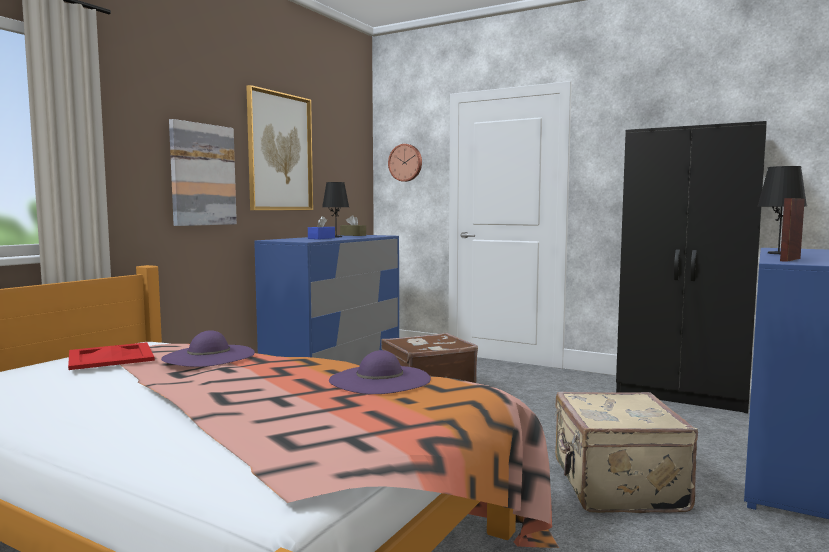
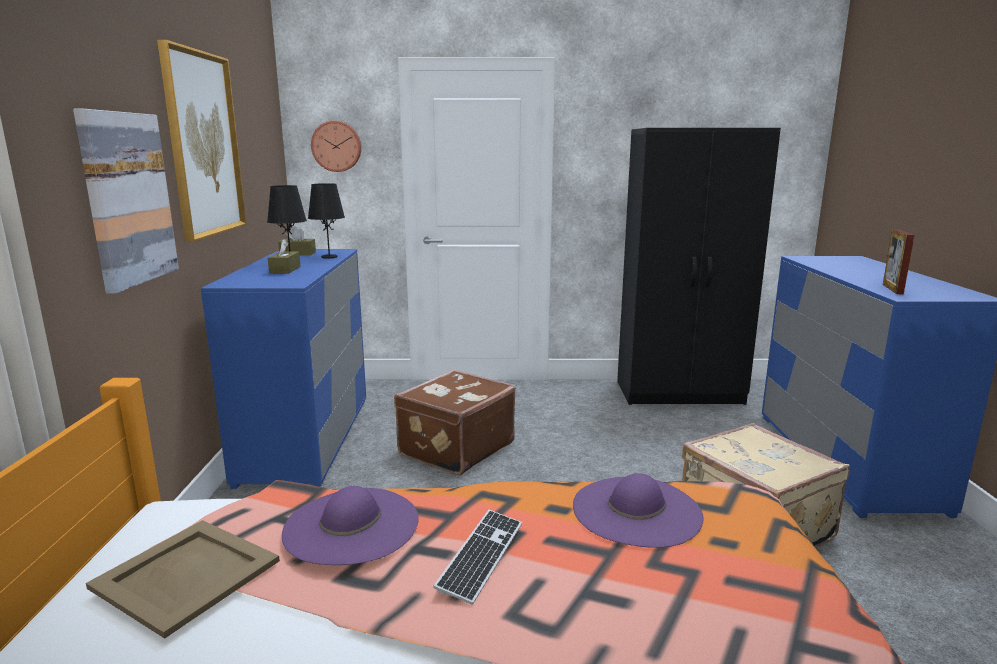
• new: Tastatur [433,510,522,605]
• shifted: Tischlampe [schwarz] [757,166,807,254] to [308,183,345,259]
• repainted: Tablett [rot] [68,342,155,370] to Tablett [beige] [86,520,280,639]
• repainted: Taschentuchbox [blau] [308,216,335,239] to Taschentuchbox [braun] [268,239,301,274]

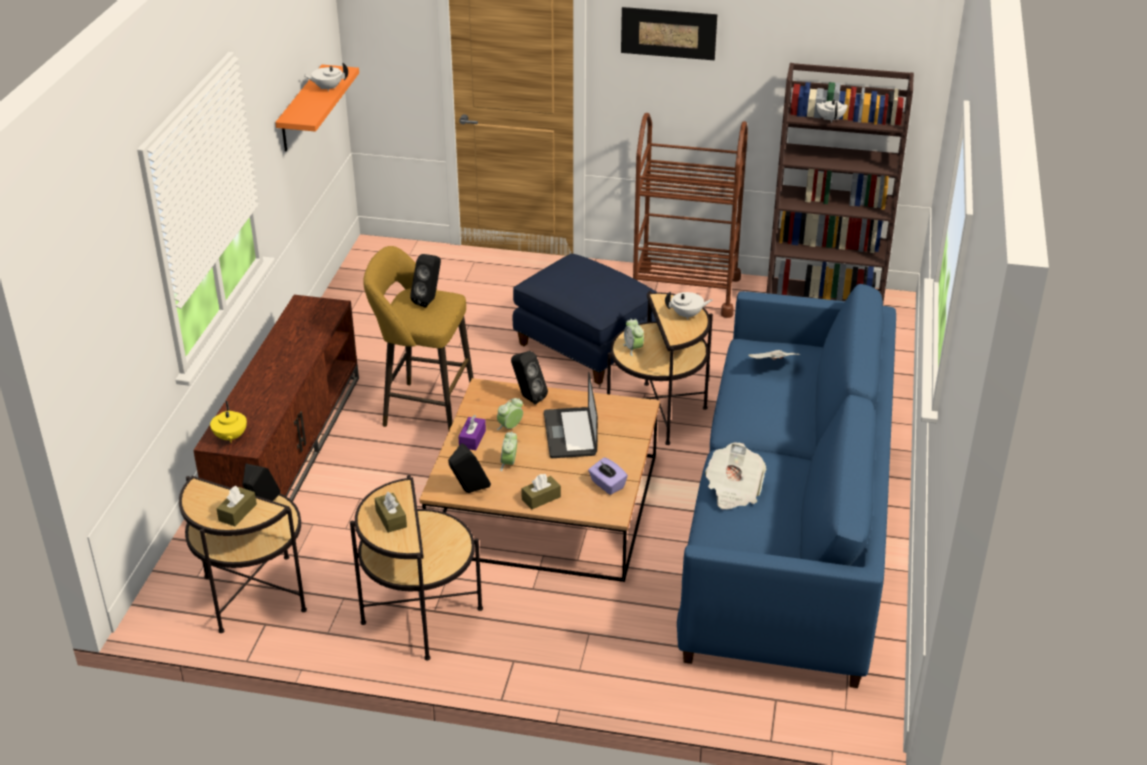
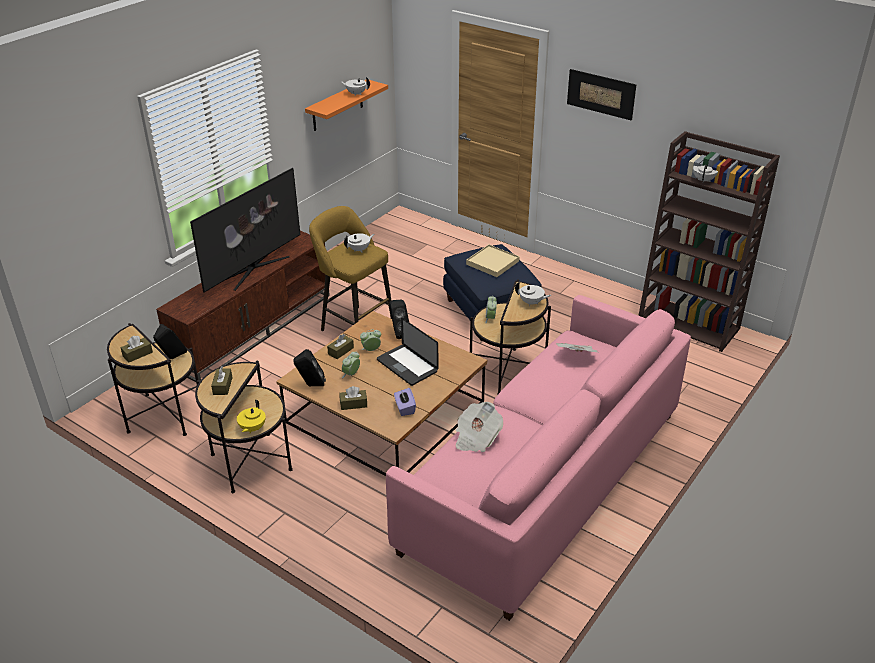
• gone: Rollwagen [braun] [633,113,748,318]
• new: Fernseher [190,168,300,292]
• new: Tablett [beige] [466,244,519,277]
• shifted: Teekanne [gelb] [210,401,247,443] to [237,400,266,433]
• swapped: Lautsprecher [schwarz] [410,254,441,308] to Teekanne [weiß] [344,233,374,252]
• repainted: Taschentuchbox [lila] [458,415,486,450] to Taschentuchbox [braun] [327,334,354,359]
• repainted: Sofa [blau] [677,284,896,688] to Sofa [rosa] [386,295,691,621]
• rotated: Laptop [544,371,598,458] = [377,318,438,386] 60 degrees counterclockwise

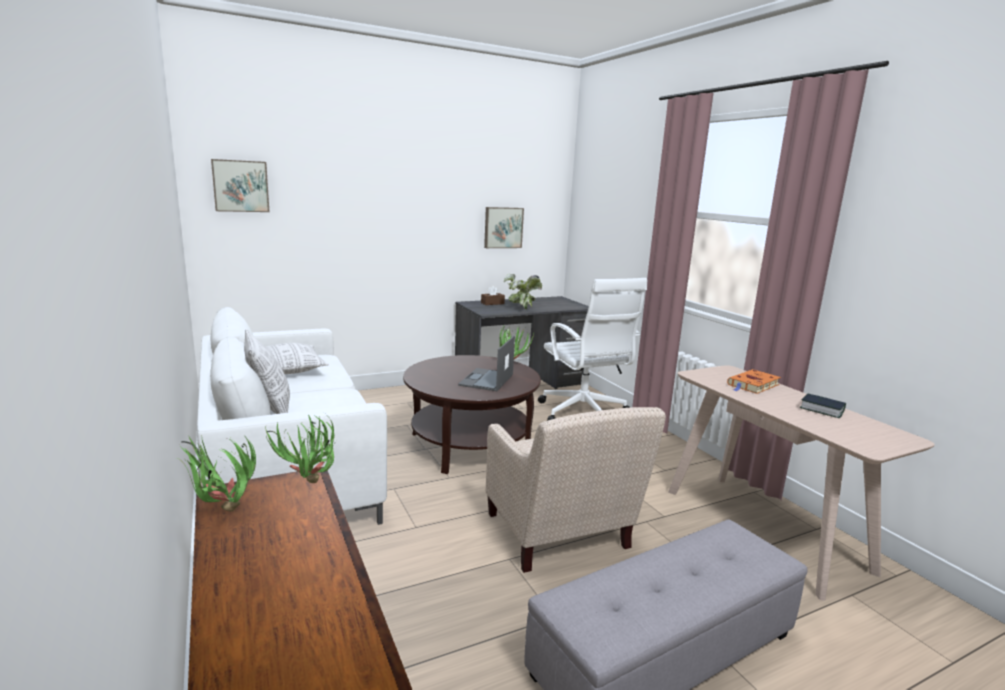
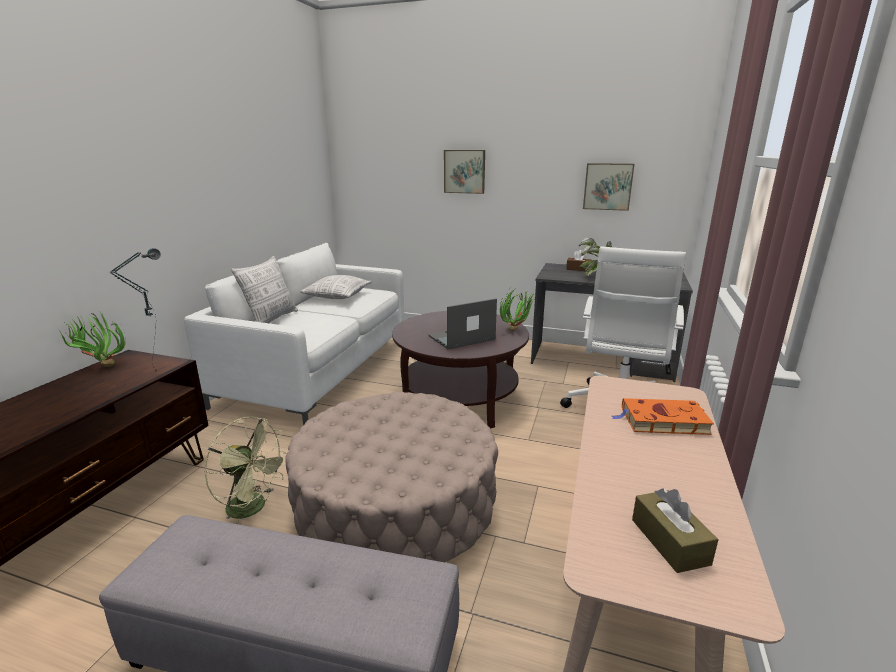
• gone: Buch [800,393,846,418]
• new: Ventilator [grün] [204,417,287,519]
• new: Taschentuchbox [braun] [632,489,718,573]
• shifted: Bild [211,159,269,212] to [444,150,485,194]
• swapped: Topfpflanze [265,412,335,483] to Tischlampe [109,248,161,372]
• swapped: Sessel [beige] [485,407,666,573] to Polsterhocker [beige] [285,392,498,562]

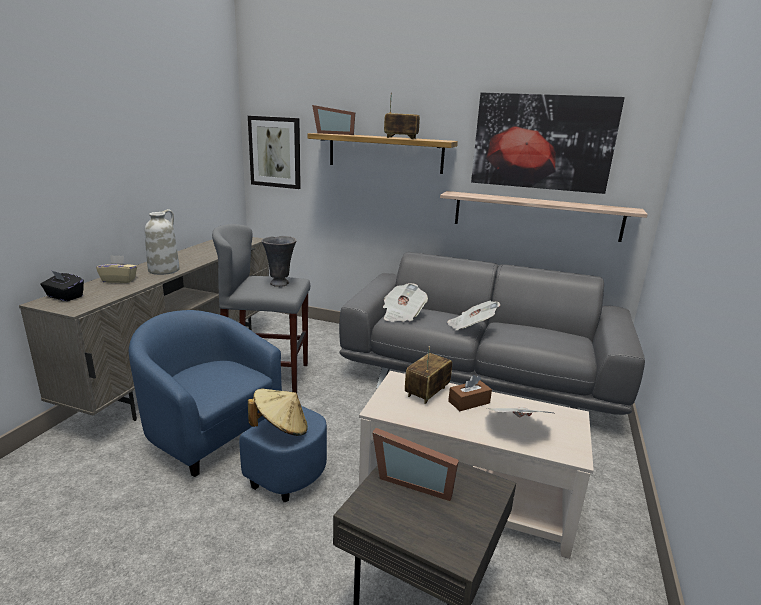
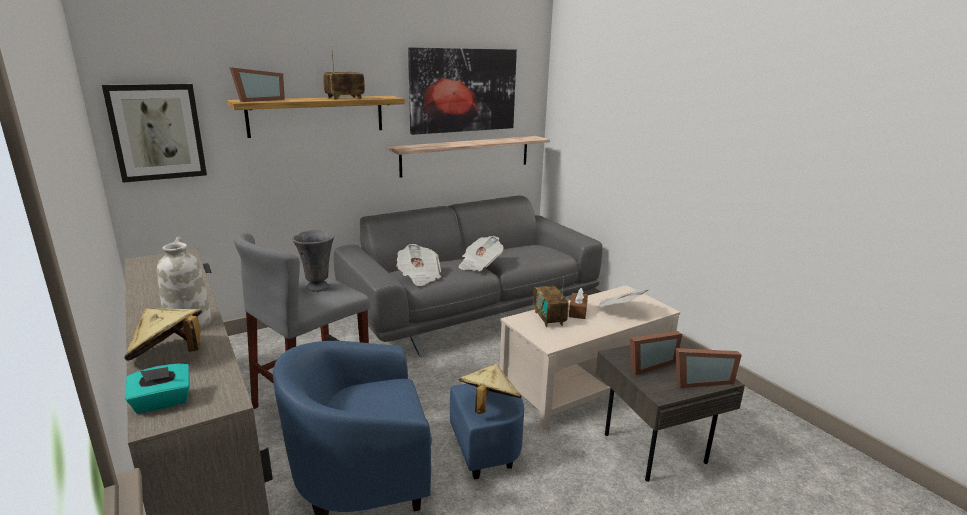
• new: Bilderrahmen [676,348,742,388]
• swapped: Taschentuchbox [beige] [96,255,137,283] to Hut [beige] [124,308,202,361]
• repainted: Taschentuchbox [schwarz] [40,270,84,301] to Taschentuchbox [türkis] [125,364,190,414]

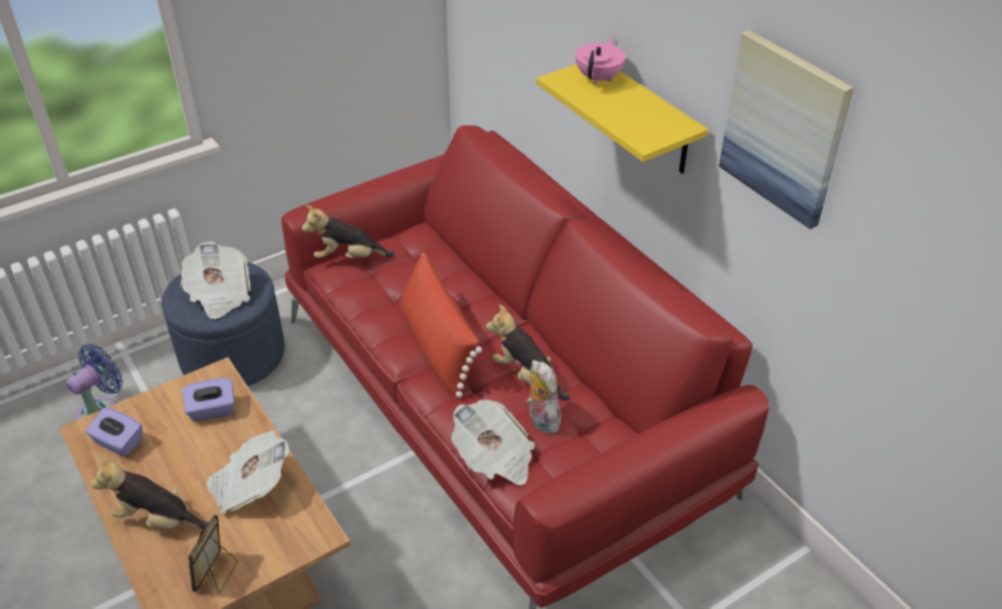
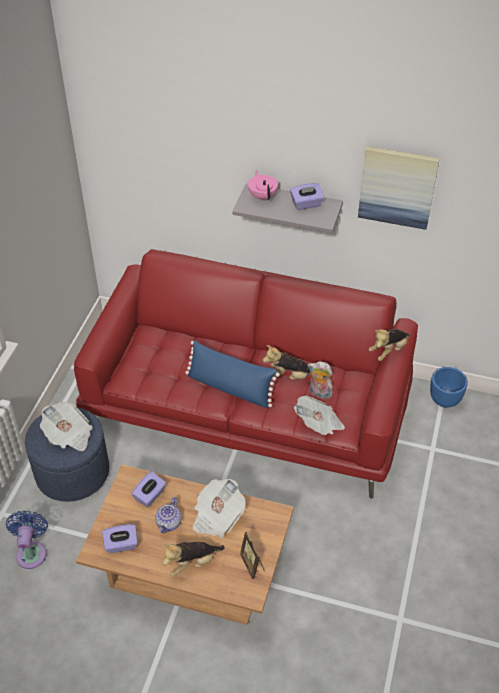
• new: Teekanne [155,497,181,533]
• new: Taschentuchbox [lila] [290,183,324,210]
• new: Pflanzkübel [blau] [430,367,468,408]
• shifted: Plüschtier [302,205,395,258] to [369,329,410,361]
• repainted: Kissen [rot] [401,252,482,398] to Kissen [blau] [185,340,280,408]
• repainted: Wandregal [gelb] [536,64,708,174] to Wandregal [grau] [232,183,343,233]

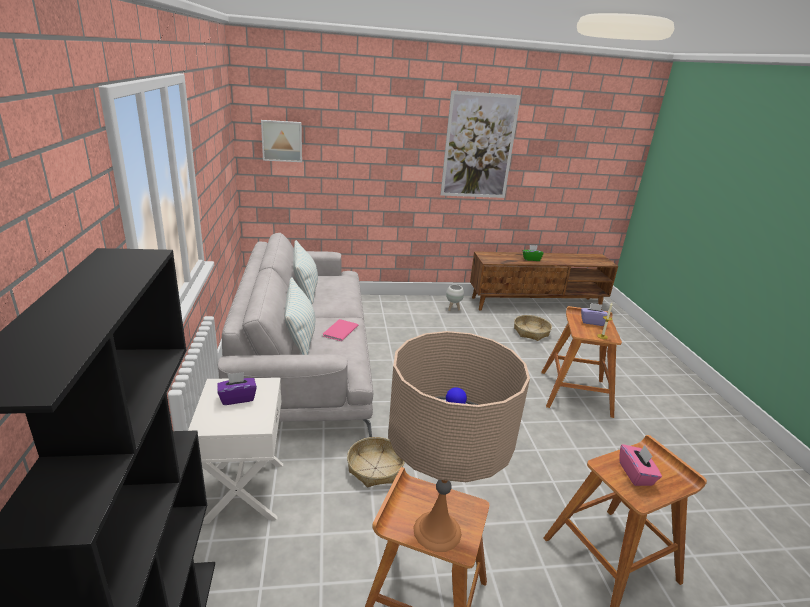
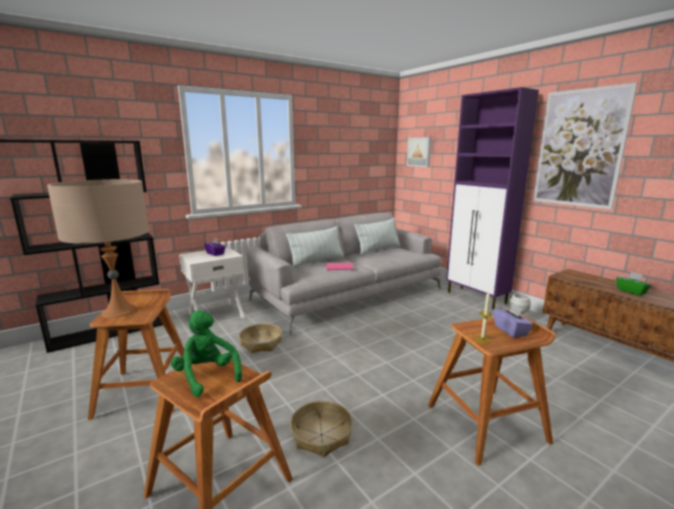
• new: Schrank [lila] [446,87,539,310]
• shifted: Korb [514,315,552,341] to [290,401,353,457]
• swapped: Taschentuchbox [rosa] [620,444,662,486] to Plüschtier [grün] [171,310,242,397]

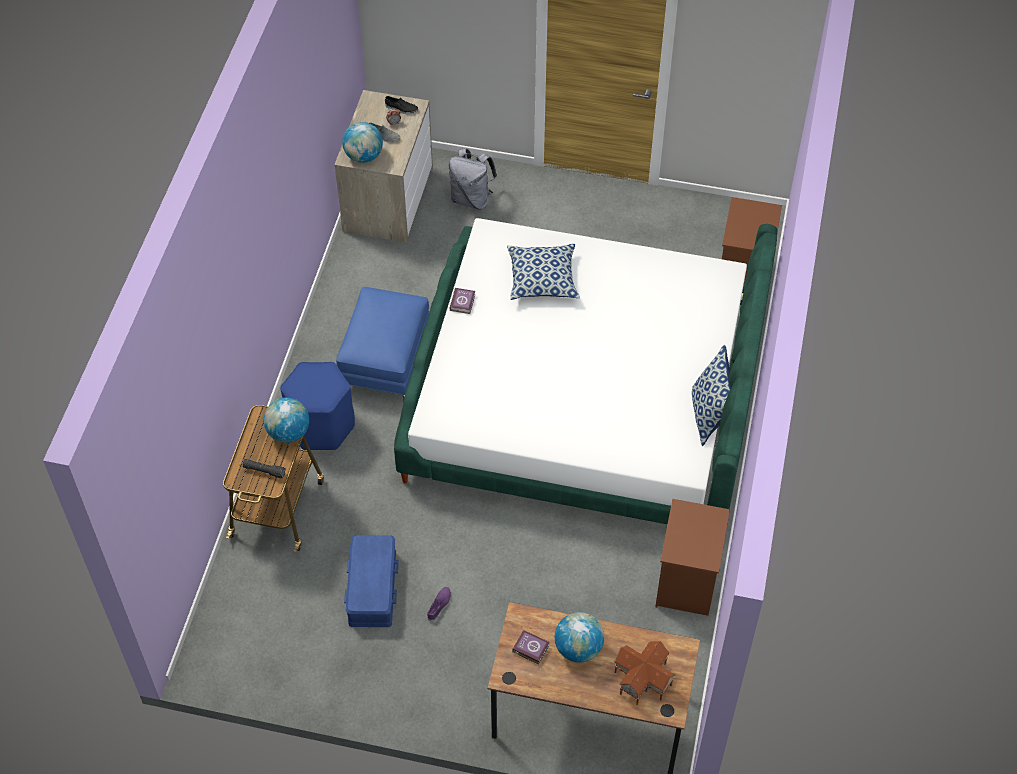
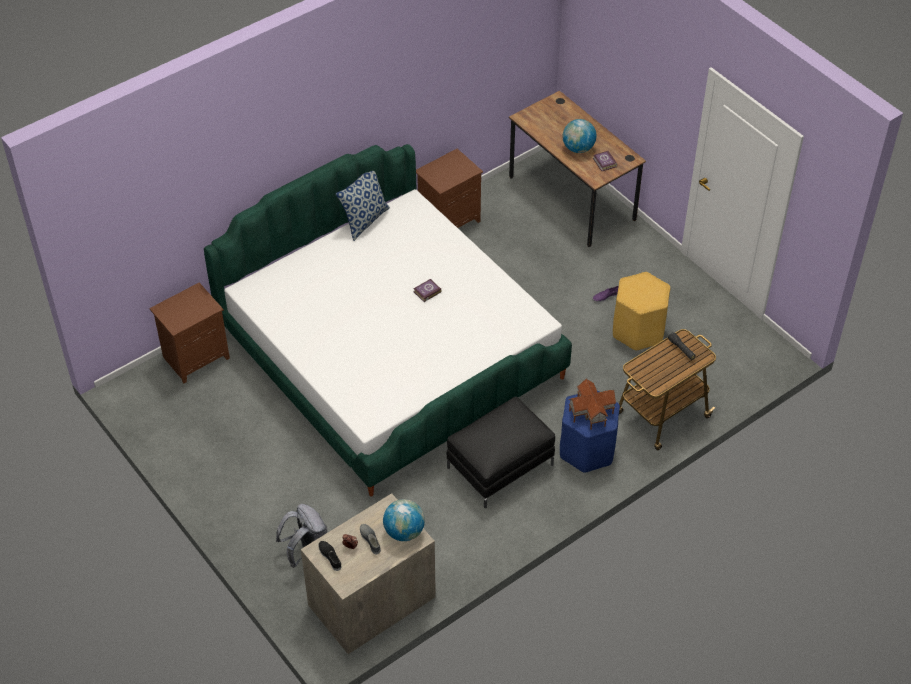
• gone: Globus [264,397,309,443]
• gone: Kissen [507,244,580,300]
• shifted: Buch [449,287,475,314] to [414,279,442,302]
• shifted: Spielzeughaus [614,641,676,705] to [569,379,616,430]
• swapped: Aufbewahrungsbox [blau] [344,535,399,627] to Hocker [gelb] [613,272,670,351]
• repainted: Polsterhocker [blau] [336,287,429,403] to Polsterhocker [schwarz] [446,397,555,508]

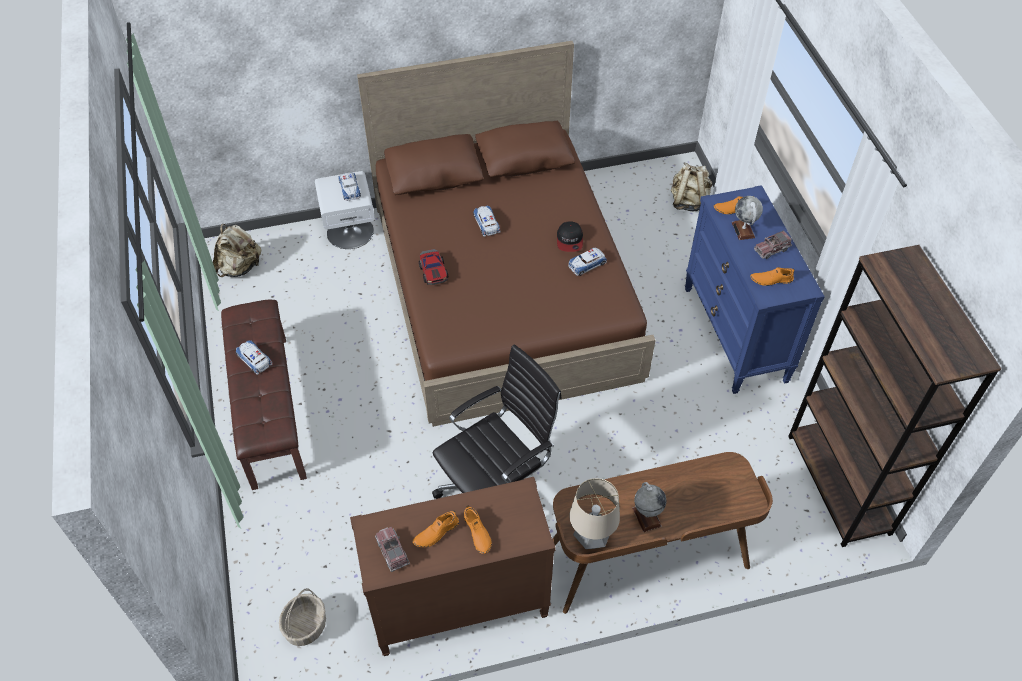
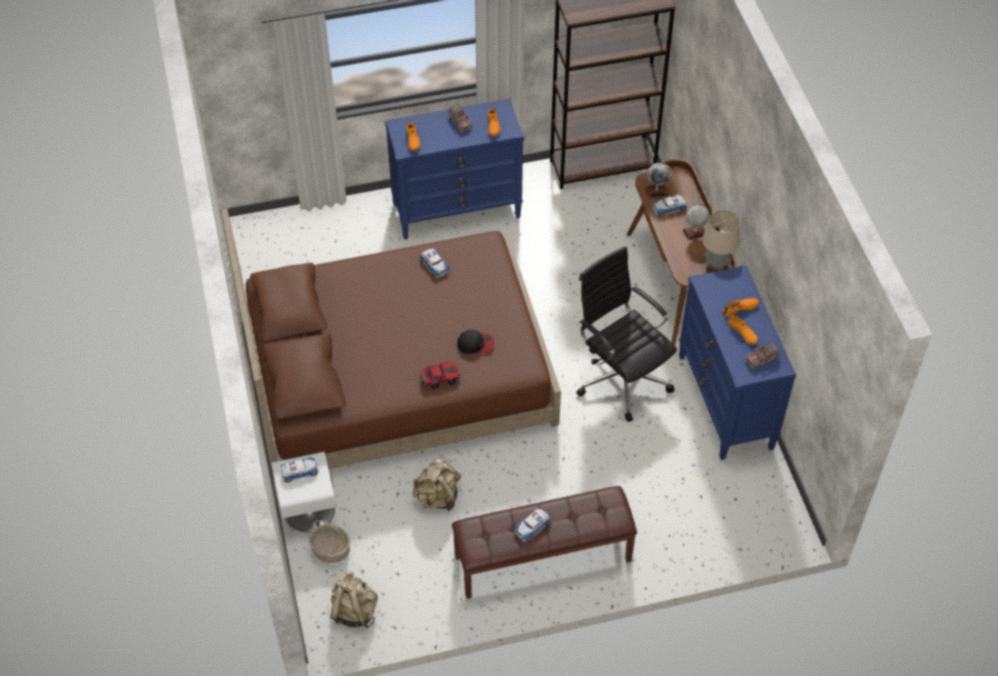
• shifted: Korb [279,588,326,646] to [309,520,350,563]
• shifted: Spielzeugauto [473,206,501,237] to [652,195,687,217]
• shifted: Kappe [557,221,583,252] to [457,330,494,354]
• shifted: Rucksack [beige] [671,163,712,211] to [412,458,461,511]
• shifted: Globus [732,196,763,240] to [645,163,672,198]
• repainted: Kommode [braun] [350,477,556,656] to Kommode [blau] [679,265,796,460]

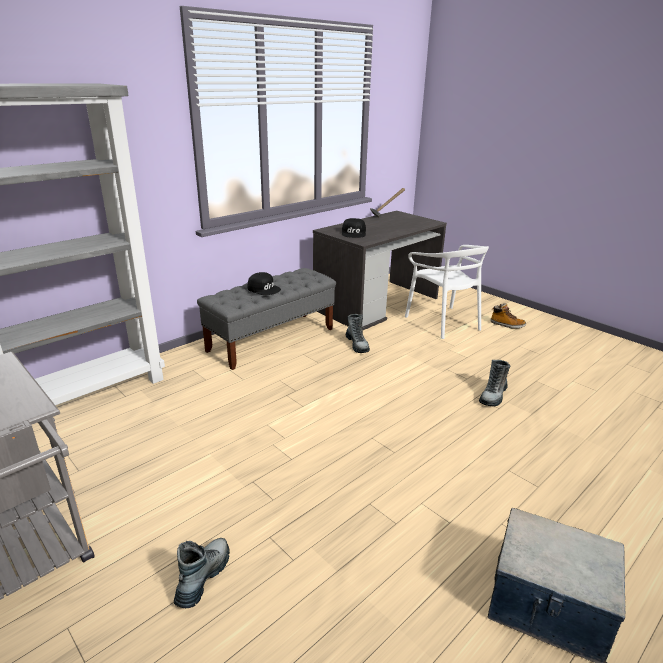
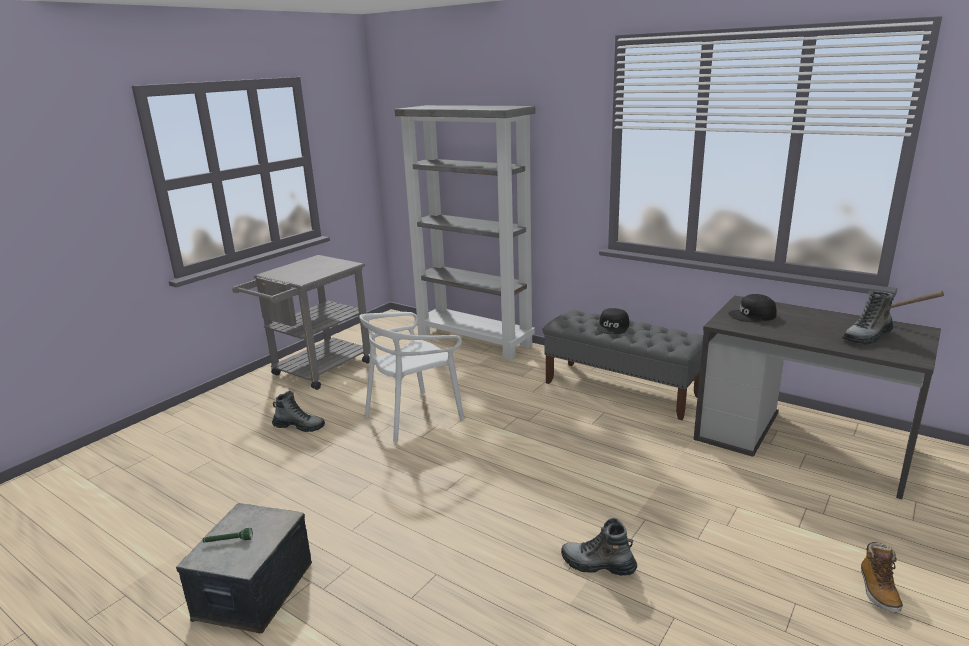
• new: Taschenlampe [grün] [203,528,253,543]
• shifted: Stiefel [346,314,370,353] to [842,290,894,344]
• shifted: Stuhl [weiß] [405,245,489,339] to [359,312,465,442]

